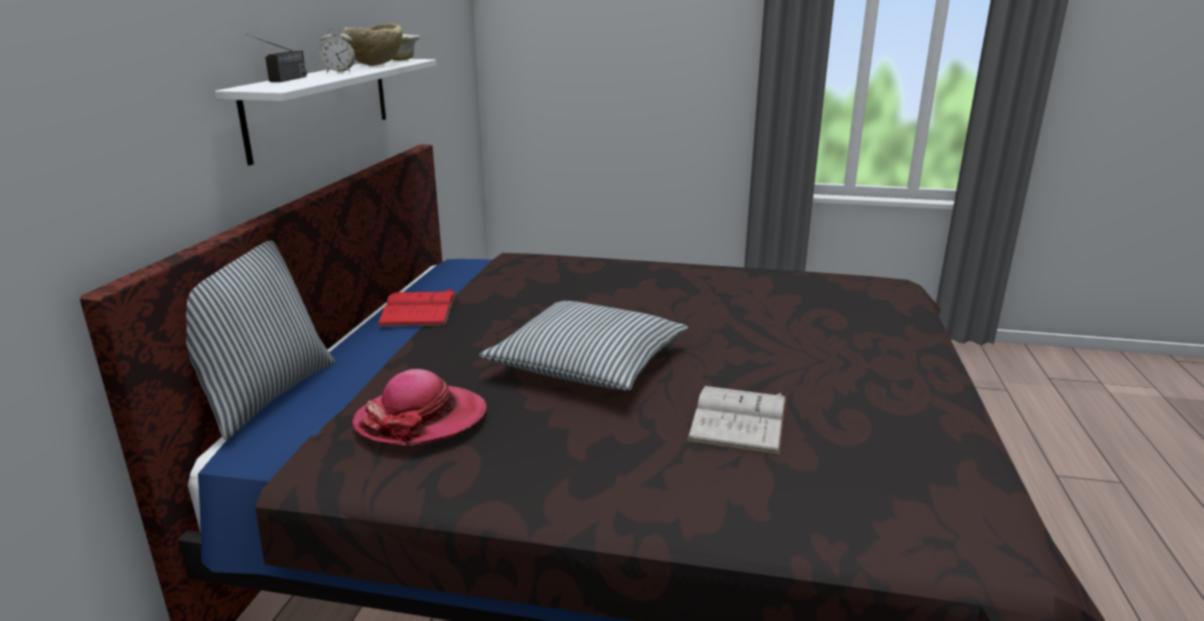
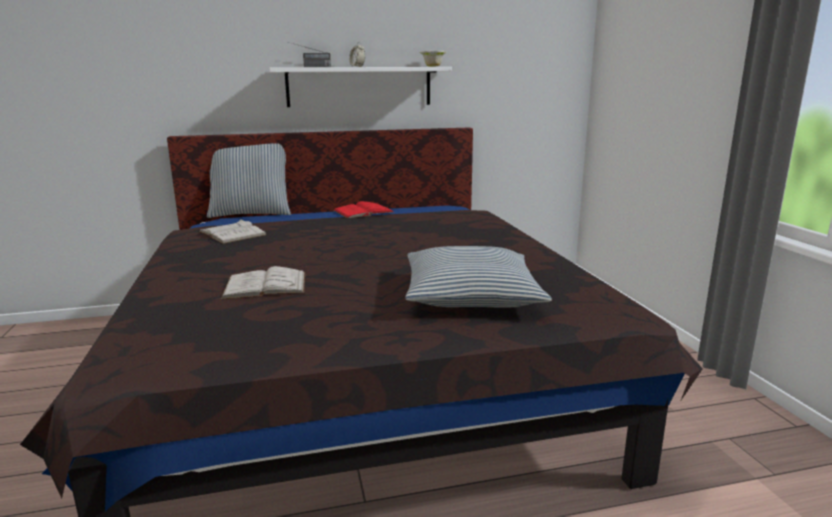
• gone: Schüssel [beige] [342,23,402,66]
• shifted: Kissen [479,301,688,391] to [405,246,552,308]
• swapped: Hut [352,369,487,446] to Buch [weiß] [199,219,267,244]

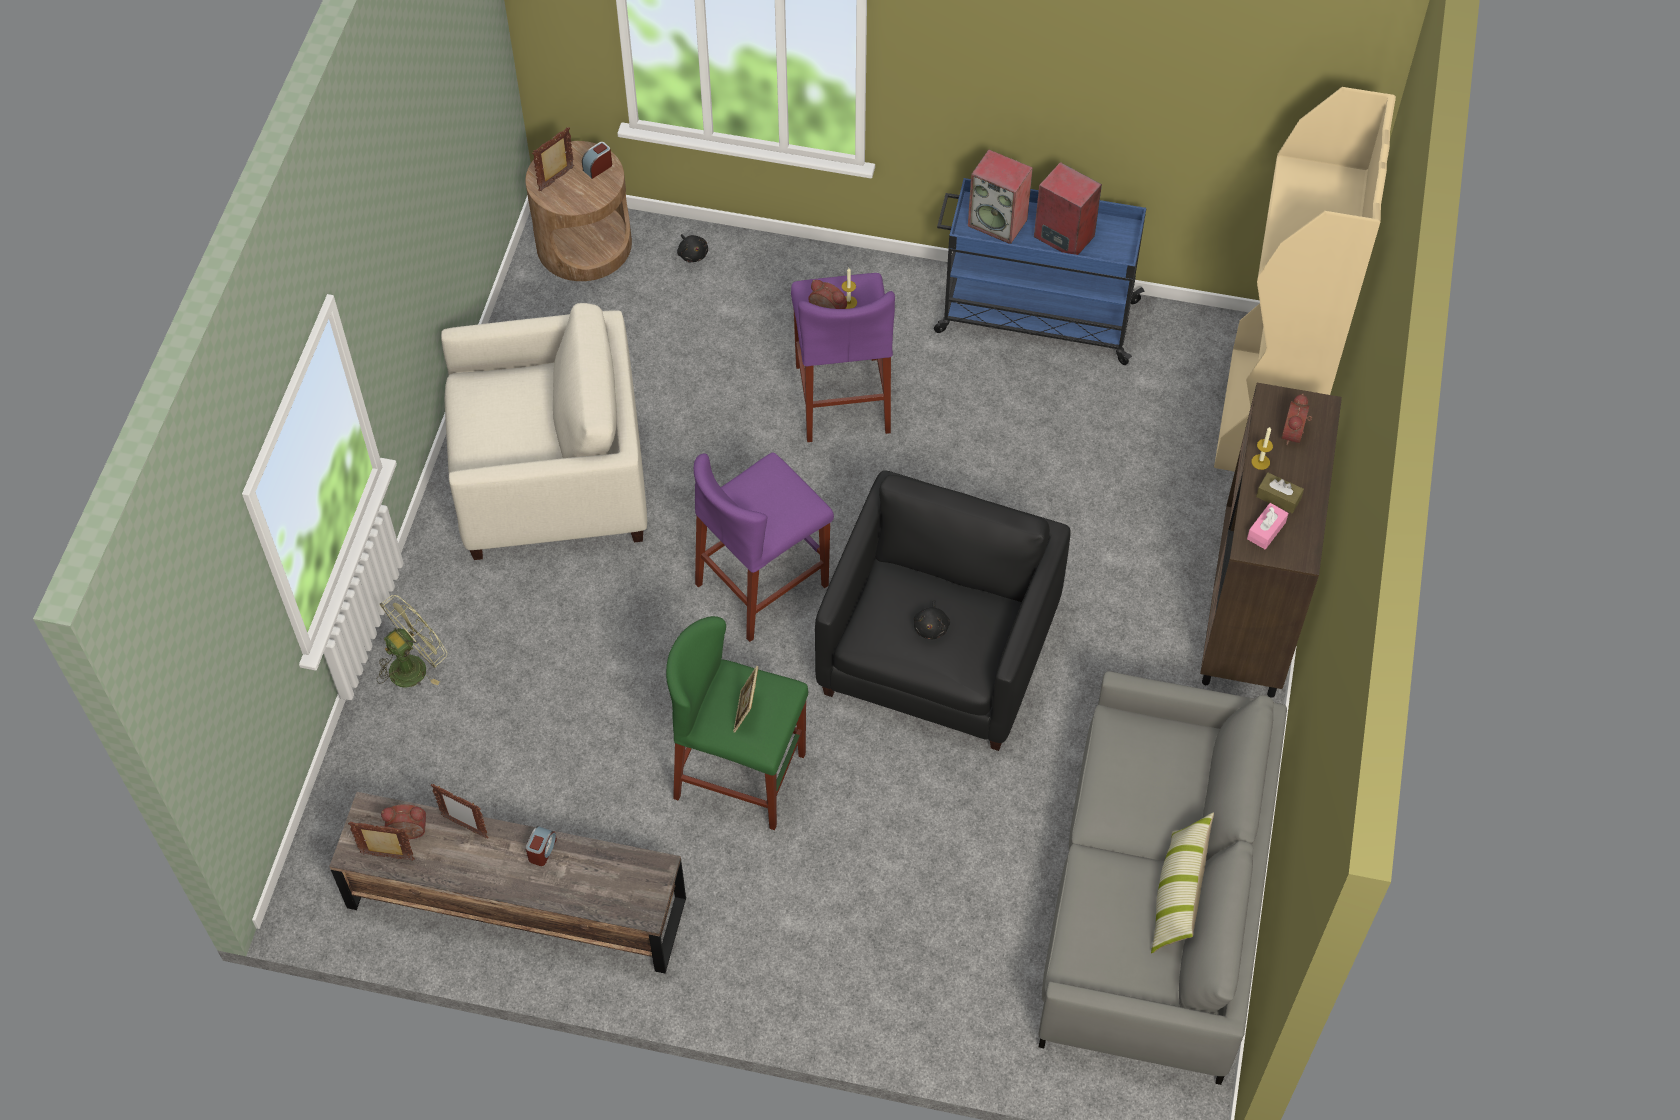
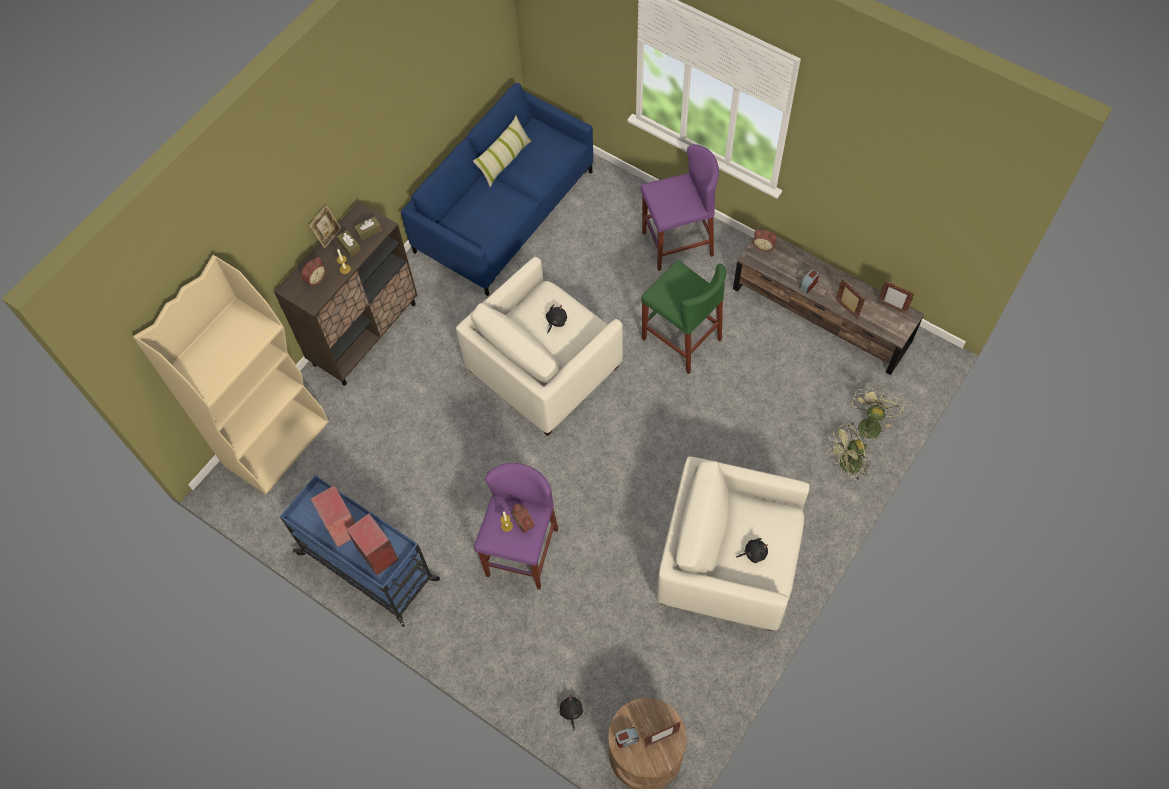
• new: Plüschtier [schwarz] [736,538,768,563]
• new: Ventilator [grün] [851,388,905,442]
• shifted: Wecker [381,804,426,839] to [753,229,777,252]
• shifted: Hocker [lila] [694,452,834,642] to [640,144,719,271]
• shifted: Bilderrahmen [733,666,758,733] to [309,205,341,248]
• repainted: Sessel [schwarz] [815,470,1071,751] to Sessel [beige] [456,257,623,436]
• repainted: Sofa [grau] [1039,671,1287,1085] to Sofa [blau] [401,83,593,296]
• repainted: Taschentuchbox [rosa] [1247,503,1289,549] to Taschentuchbox [braun] [354,216,382,241]

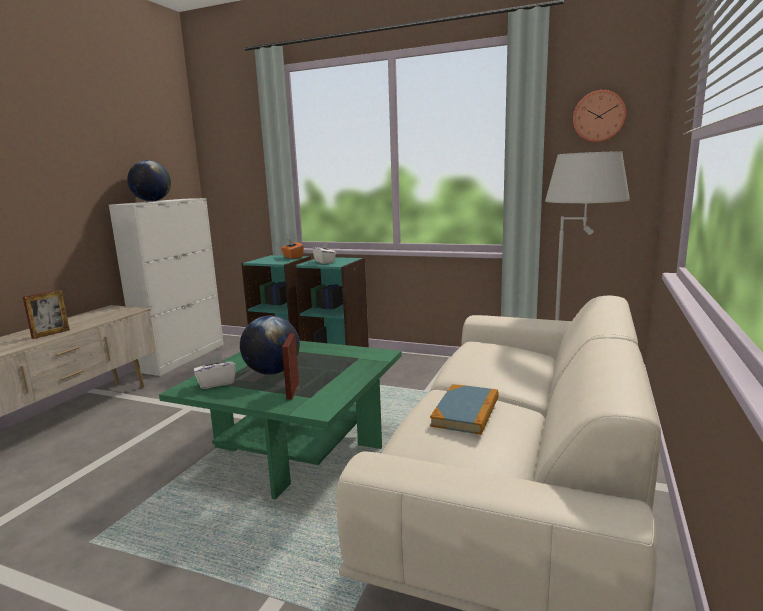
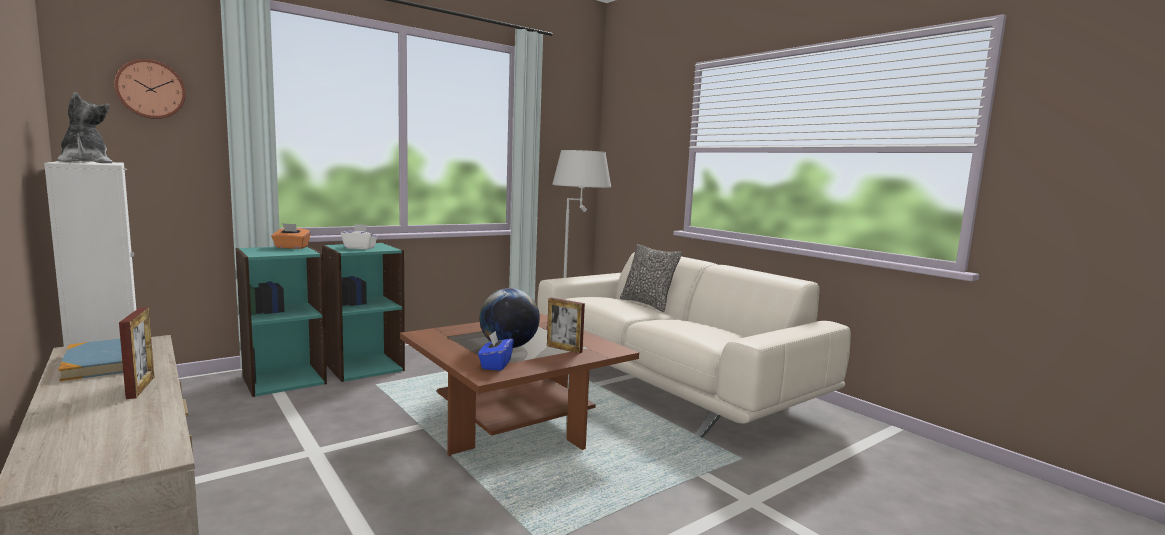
• new: Kissen [620,244,682,312]
• shifted: Buch [430,384,499,435] to [58,339,123,381]
• shifted: Wanduhr [573,90,626,143] to [114,59,186,119]
• swapped: Globus [127,160,171,202] to Plüschtier [57,92,113,163]
• repainted: Couchtisch [grün] [159,341,402,500] to Couchtisch [braun] [400,314,639,456]
• repainted: Taschentuchbox [weiß] [194,352,236,389] to Taschentuchbox [blau] [478,331,514,371]

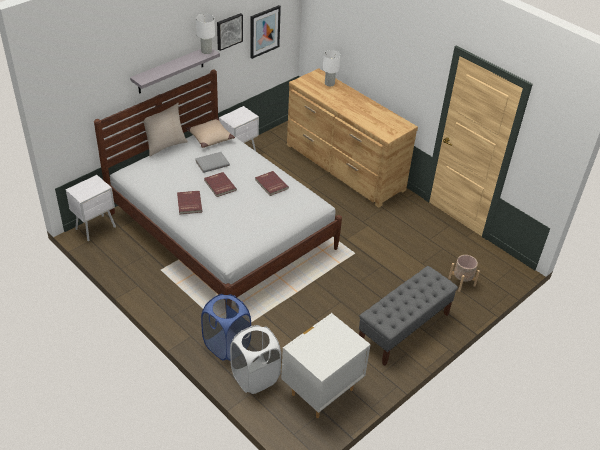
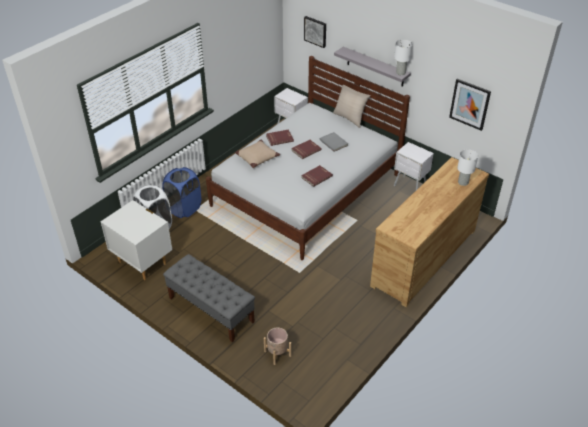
• shifted: Kissen [beige] [185,118,235,148] to [235,140,280,168]
• shifted: Bild [217,13,243,51] to [304,16,326,48]

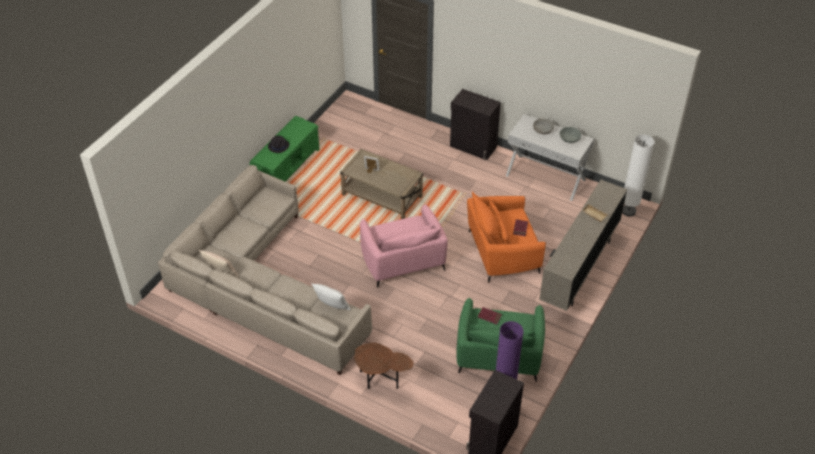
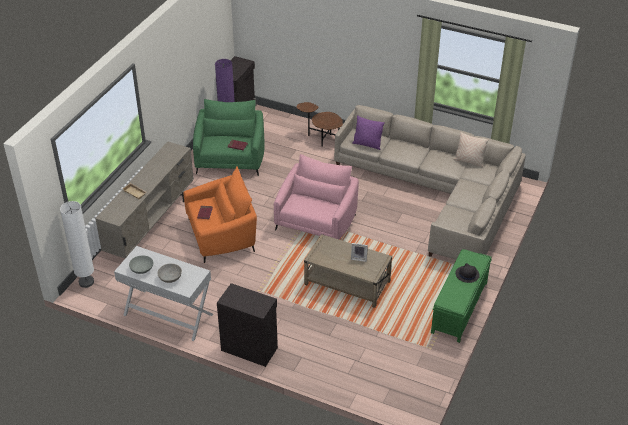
• repainted: Kissen [weiß] [311,283,351,310] to Kissen [lila] [352,115,385,150]
• rotated: Sessel [rosa] [360,204,448,288] = [274,154,359,239] 45 degrees clockwise

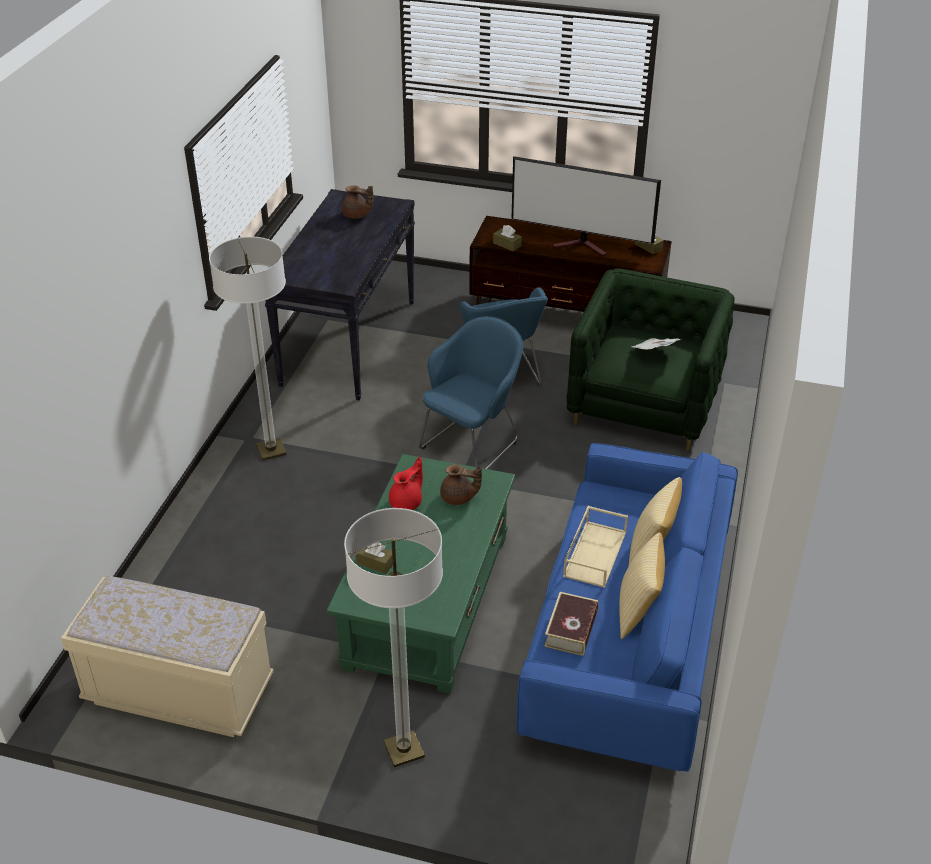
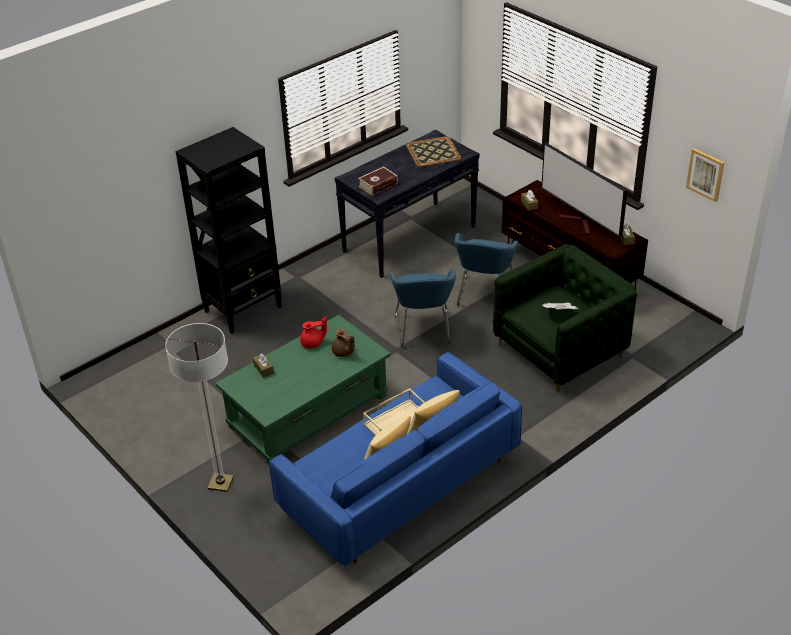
• gone: Bank [beige] [61,576,274,737]
• gone: Stehlampe [209,237,287,461]
• new: Bücherregal [schwarz] [175,127,282,334]
• new: Bild [686,148,725,202]
• shifted: Buch [544,592,598,656] to [358,167,398,196]
• swapped: Teekanne [braun] [342,185,374,218] to Tablett [406,136,461,167]
• rotated: Sessel [blau] [419,316,523,469] = [390,268,456,346] 105 degrees clockwise

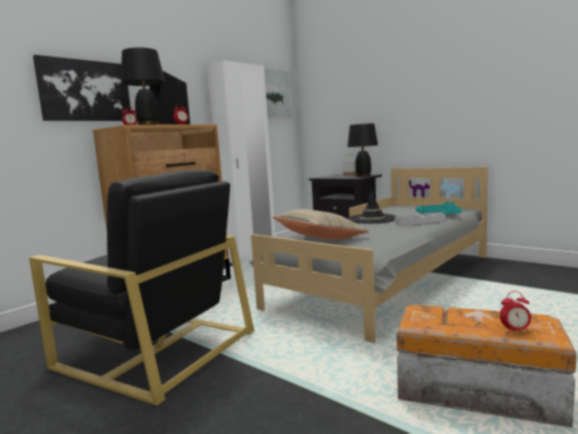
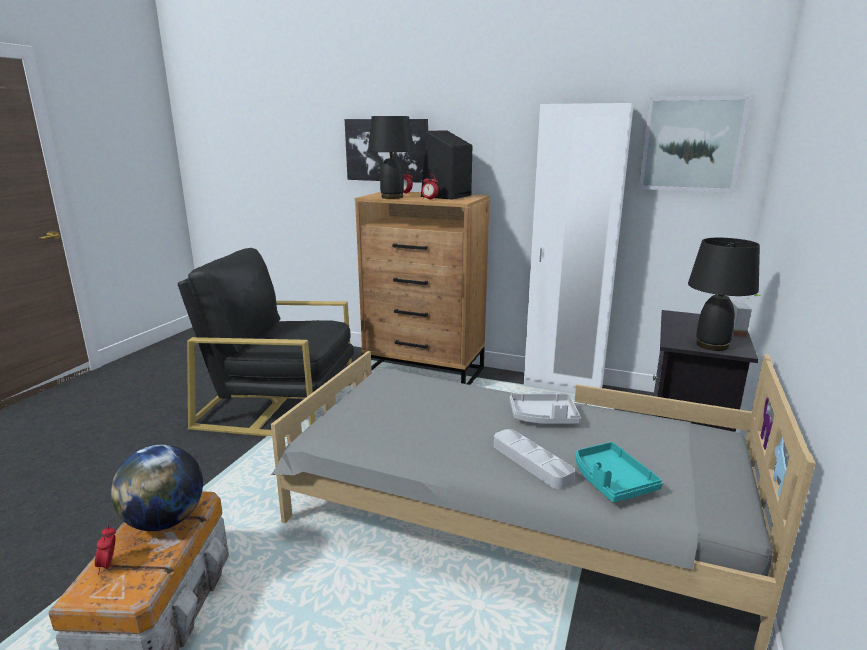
• gone: Kissen [beige] [272,209,369,240]
• new: Globus [111,445,203,531]
• swapped: Hut [schwarz] [348,190,397,224] to Tablett [grau] [510,393,581,424]
• rotated: Sessel [schwarz] [29,170,254,406] = [178,248,354,437] 90 degrees clockwise

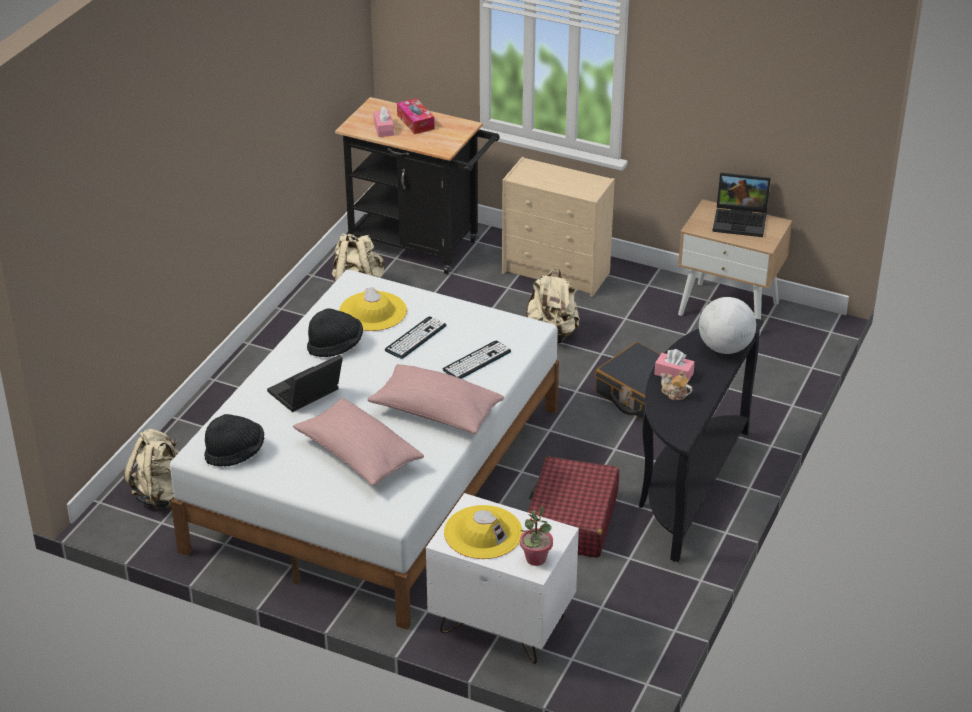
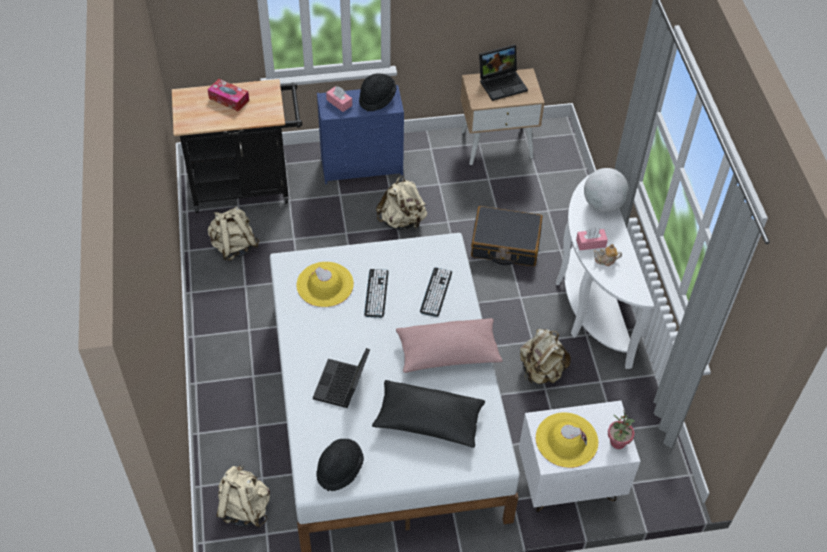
• shifted: Hut [schwarz] [307,308,363,357] to [359,73,397,112]
• shifted: Taschentuchbox [rosa] [374,106,394,137] to [326,86,352,112]
• swapped: Koffer [rot] [528,456,619,558] to Rucksack [beige] [520,329,571,384]
• repainted: Kissen [rosa] [293,398,424,486] to Kissen [schwarz] [372,380,485,448]
• repainted: Kommode [beige] [502,157,615,297] to Kommode [blau] [317,85,404,184]
• repainted: Konsolentisch [schwarz] [639,319,763,562] to Konsolentisch [weiß] [556,173,654,369]

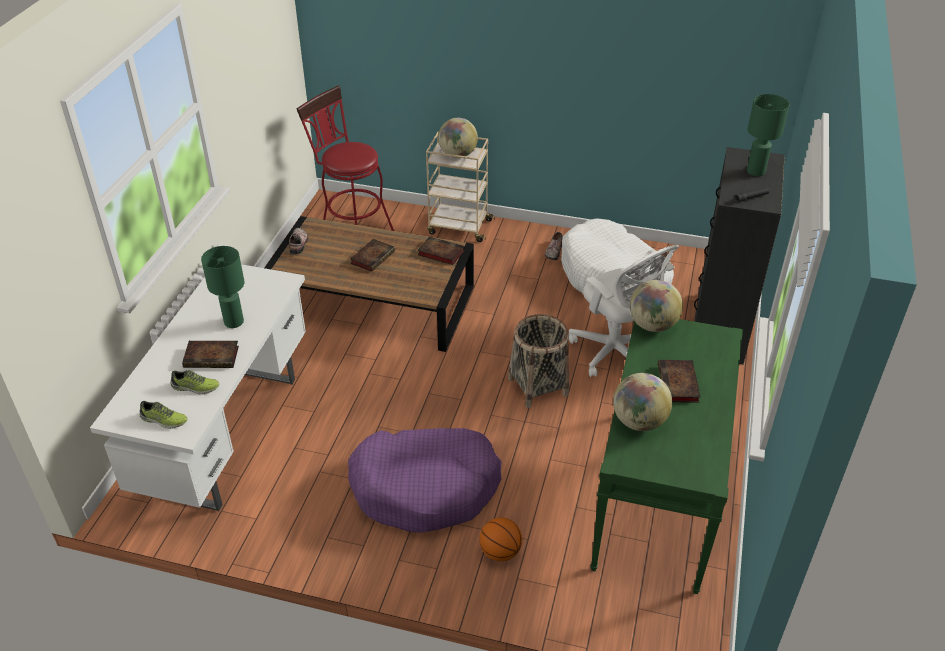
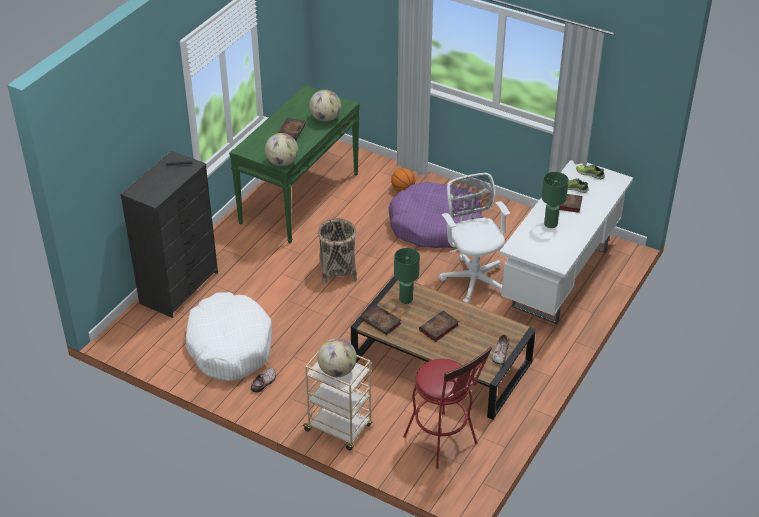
• shifted: Bürostuhl [weiß] [569,245,680,377] to [439,173,510,303]
• shifted: Tischlampe [grün] [747,94,789,176] to [394,248,420,304]

